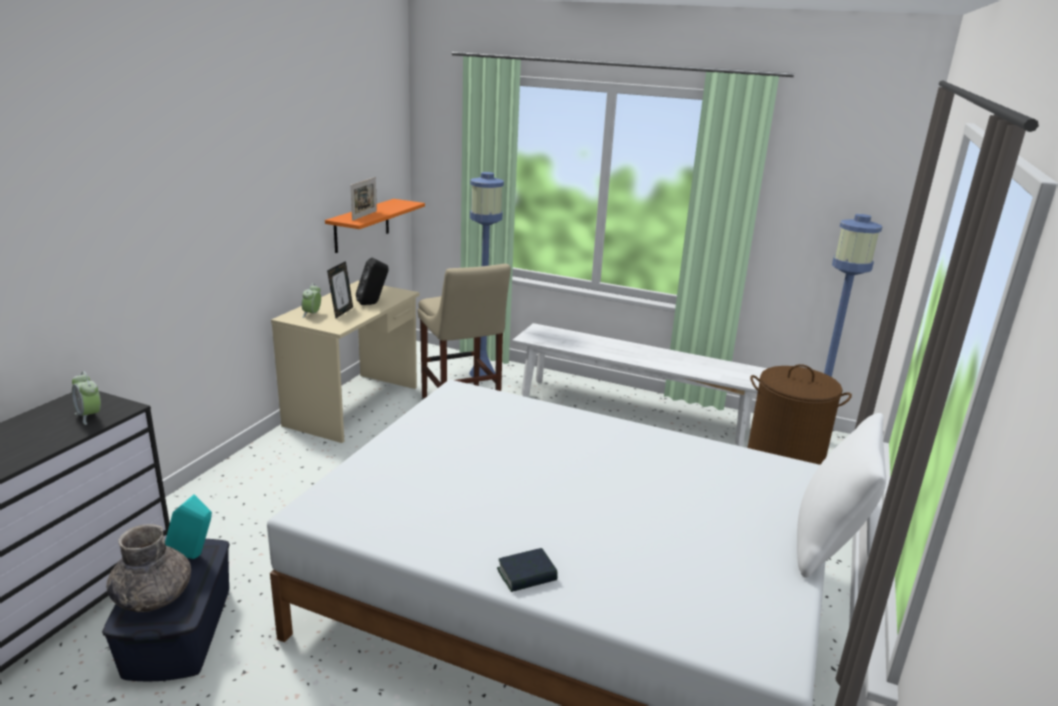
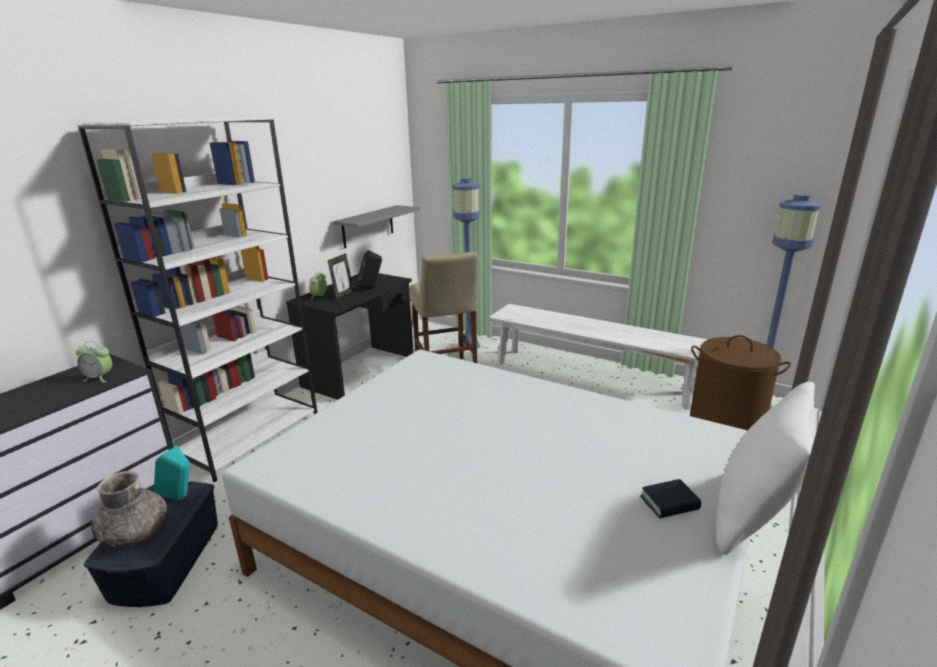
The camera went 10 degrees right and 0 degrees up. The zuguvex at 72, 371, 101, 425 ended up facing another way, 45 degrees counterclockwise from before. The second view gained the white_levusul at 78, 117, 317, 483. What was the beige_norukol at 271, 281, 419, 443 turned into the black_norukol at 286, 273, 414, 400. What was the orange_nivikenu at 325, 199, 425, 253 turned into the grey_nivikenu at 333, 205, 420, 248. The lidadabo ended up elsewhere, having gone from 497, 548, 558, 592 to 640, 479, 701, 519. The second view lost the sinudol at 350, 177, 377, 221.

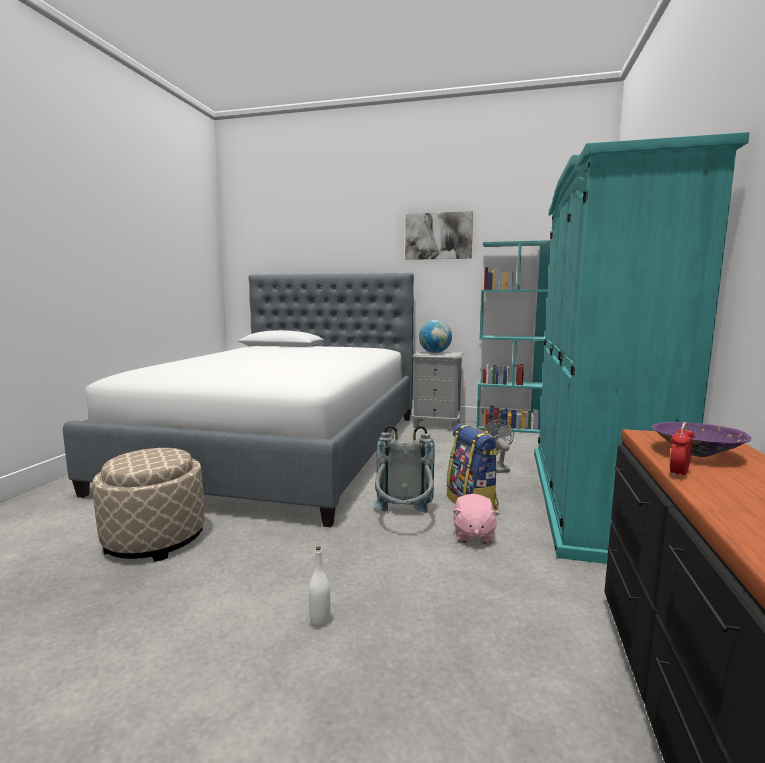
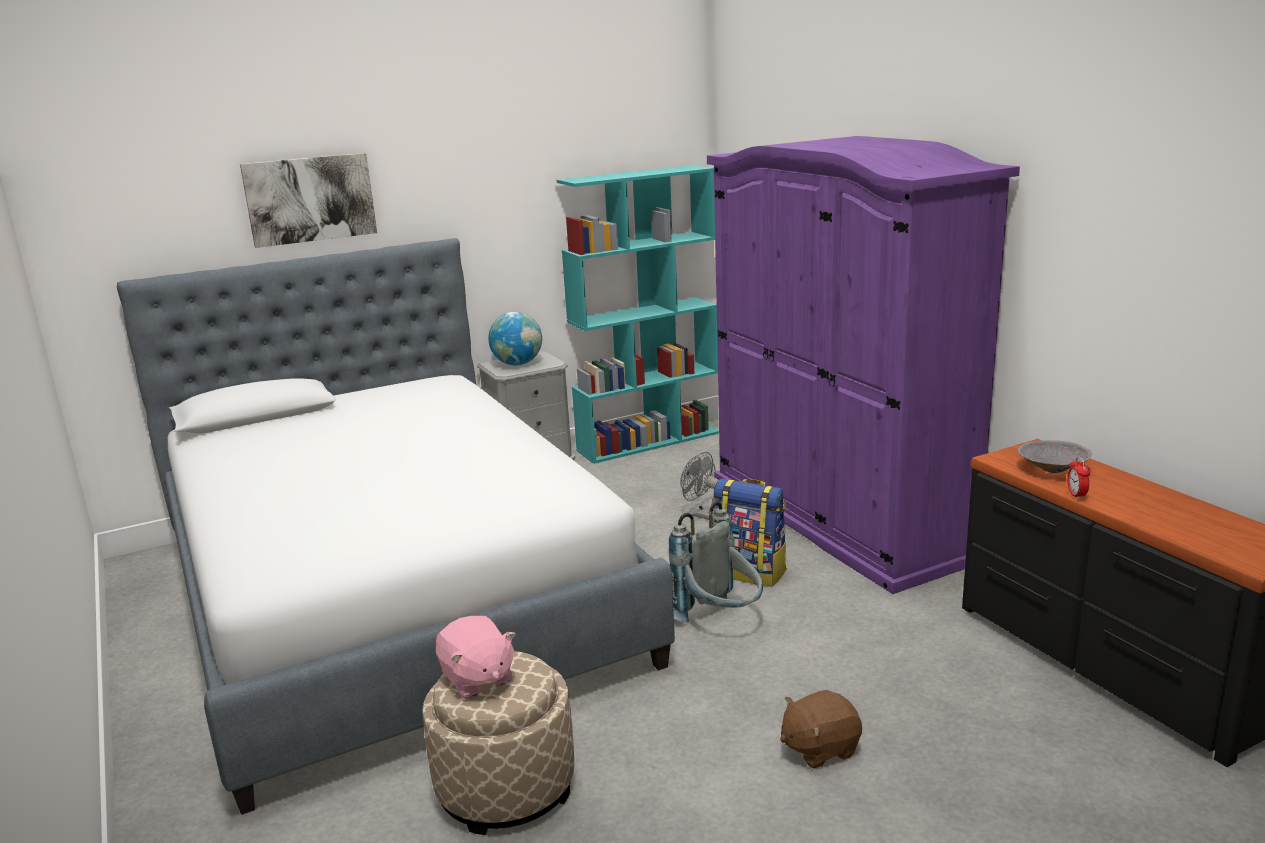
The camera went 40 degrees left and 10 degrees up. The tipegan ended up elsewhere, having gone from 405, 211, 473, 260 to 240, 153, 377, 248. The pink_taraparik ended up elsewhere, having gone from 452, 494, 500, 544 to 436, 616, 516, 699. What was the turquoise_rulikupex at 534, 132, 750, 564 turned into the purple_rulikupex at 707, 136, 1020, 594. Where the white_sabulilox stood at 309, 546, 330, 628, the brown_taraparik came to stand at 780, 690, 862, 769. What was the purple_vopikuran at 652, 422, 751, 457 turned into the grey_vopikuran at 1018, 440, 1092, 473.

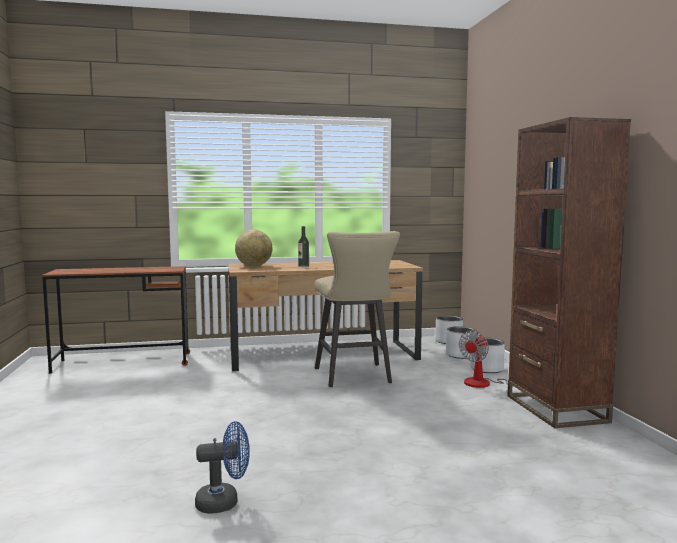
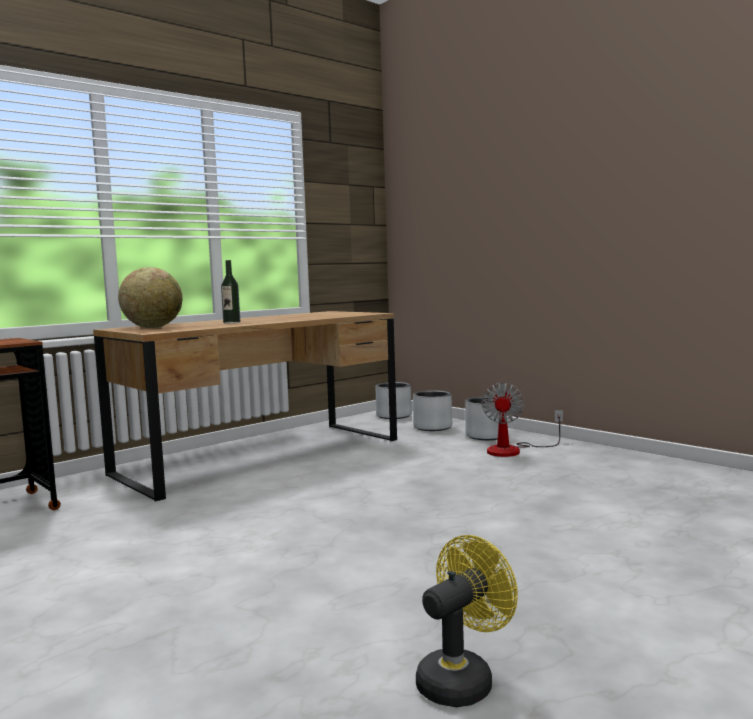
The camera went 30 degrees left and 0 degrees up. What was the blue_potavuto at 195, 421, 250, 514 turned into the yellow_potavuto at 416, 535, 518, 707. The second view lost the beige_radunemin at 315, 231, 400, 387. The second view lost the brown_levusul at 508, 117, 631, 428.

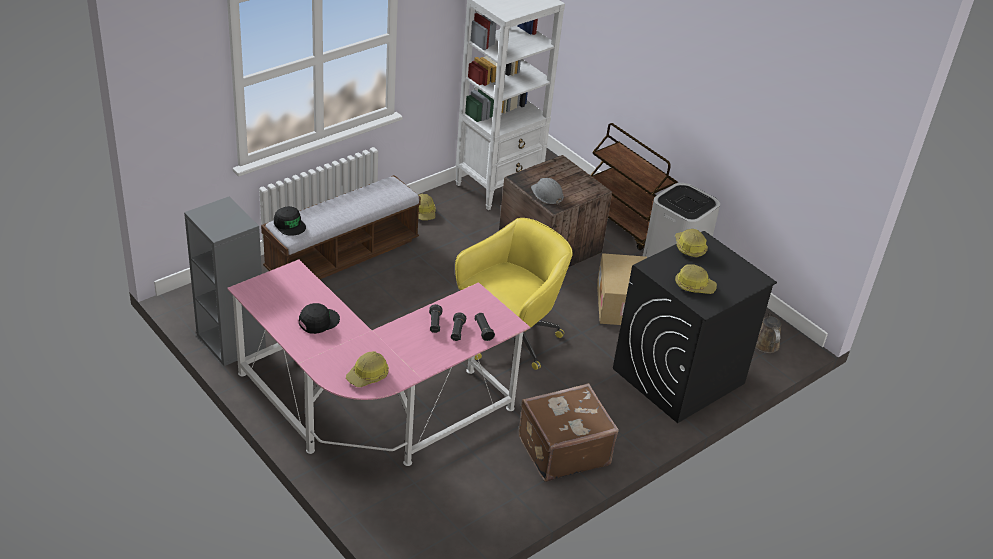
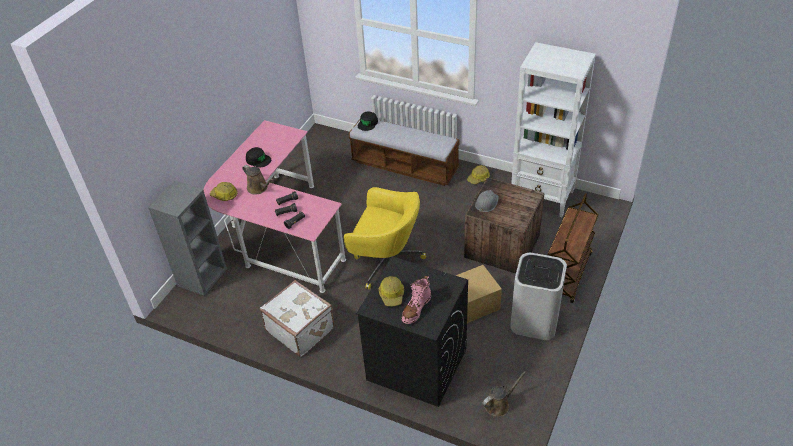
The camera went 70 degrees right and 5 degrees up. The grey_levusul ended up elsewhere, having gone from 184, 196, 266, 366 to 148, 181, 227, 296. The second view gained the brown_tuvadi at 242, 165, 273, 194. What was the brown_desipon at 519, 383, 619, 482 turned into the white_desipon at 260, 280, 334, 357. The second view gained the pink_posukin at 402, 276, 431, 324. The second view lost the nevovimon at 675, 229, 708, 258.

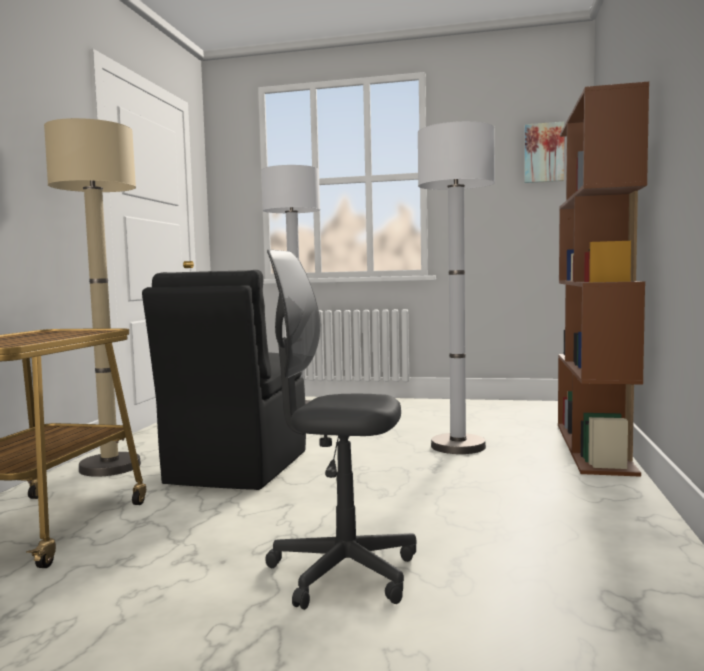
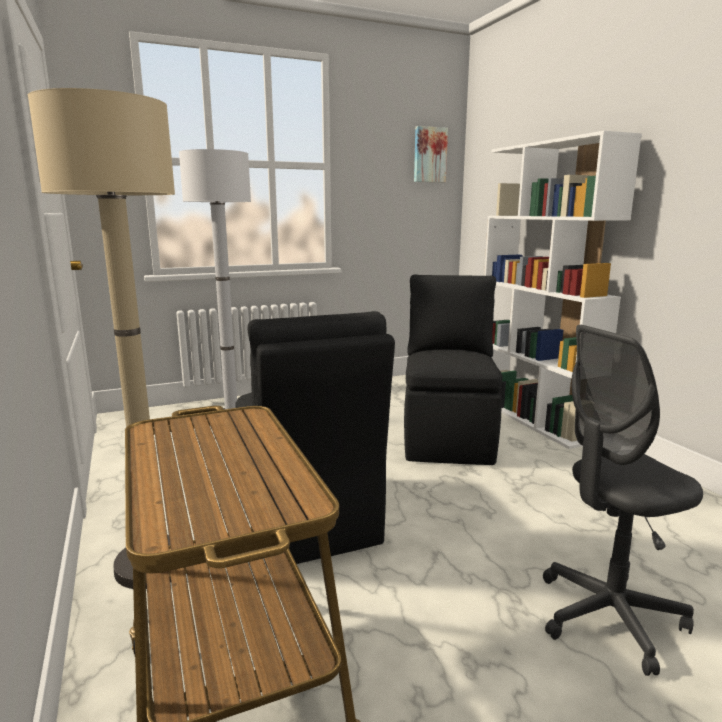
The camera went 35 degrees left and 10 degrees up. Where the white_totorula stood at 418, 121, 495, 454, the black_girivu came to stand at 404, 275, 502, 465. What was the brown_levusul at 558, 82, 649, 477 turned into the white_levusul at 484, 131, 642, 449.

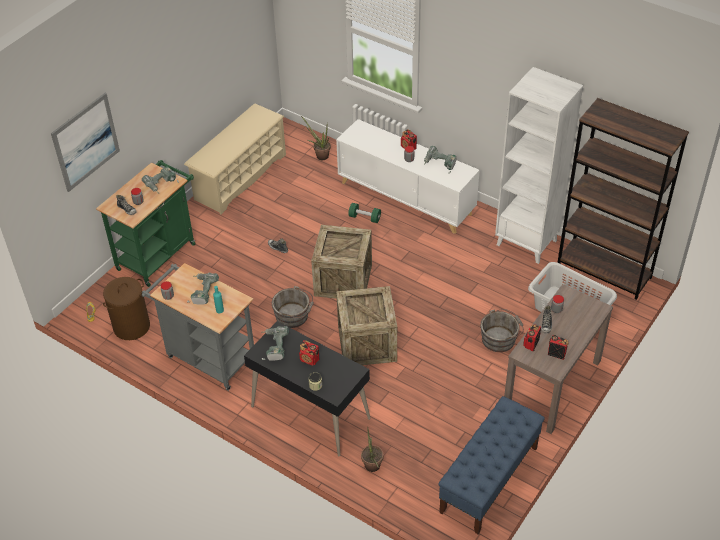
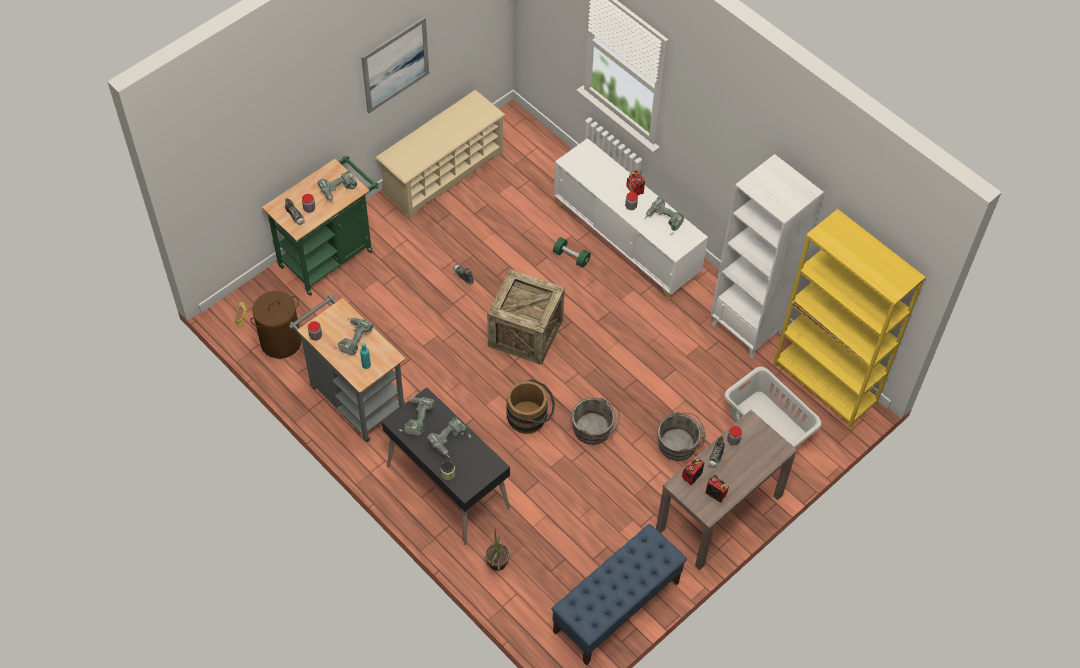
The camera went 10 degrees right and 10 degrees up. The tipegan ended up elsewhere, having gone from 51, 93, 120, 192 to 361, 17, 429, 113. Where the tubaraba stood at 299, 340, 319, 366, the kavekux came to stand at 427, 417, 471, 458. Where the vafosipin stood at 336, 286, 397, 365, the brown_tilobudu came to stand at 506, 379, 555, 434. The grey_tilobudu ended up elsewhere, having gone from 272, 286, 314, 328 to 571, 397, 620, 445. What was the brown_levusul at 557, 98, 689, 300 turned into the yellow_levusul at 773, 209, 926, 429. The second view lost the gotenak at 301, 116, 331, 160.

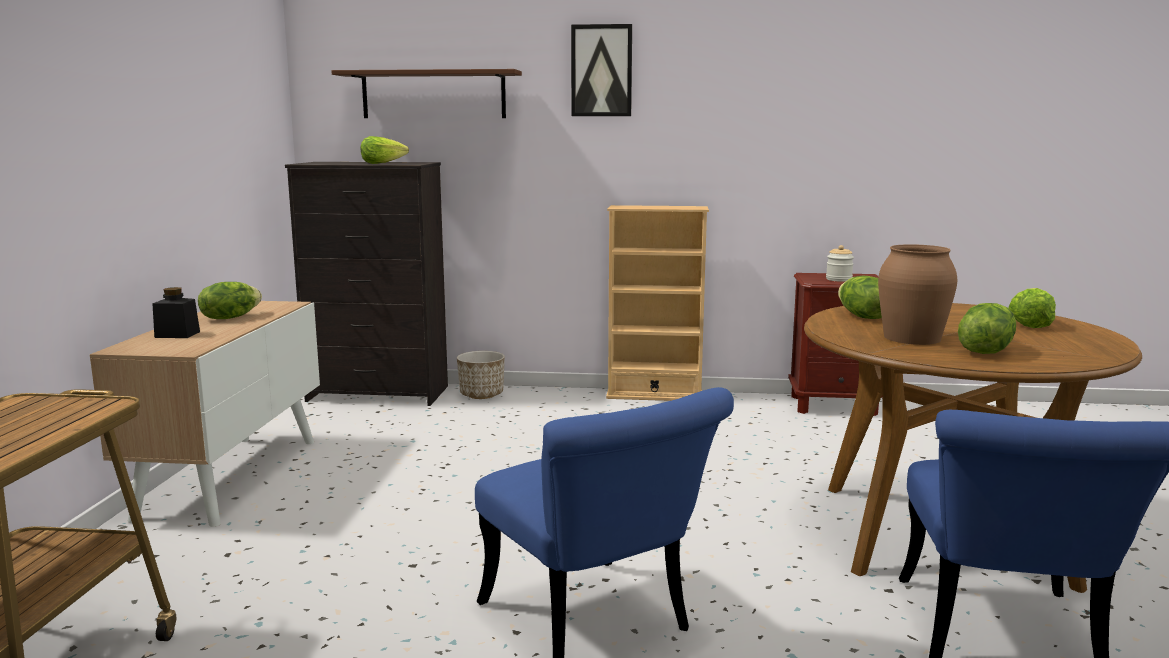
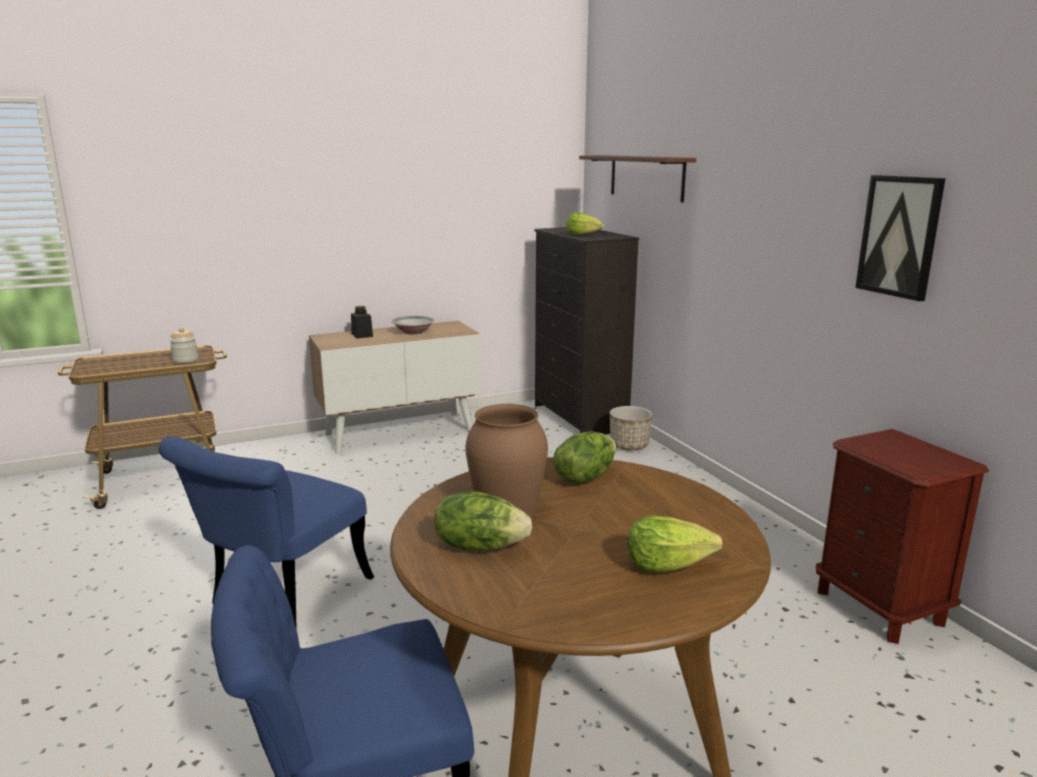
The camera went 60 degrees right and 5 degrees up. The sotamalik ended up elsewhere, having gone from 826, 245, 854, 282 to 169, 328, 198, 363. Where the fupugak stood at 198, 282, 262, 319, the vopikuran came to stand at 392, 316, 434, 334. The tipegan ended up elsewhere, having gone from 571, 24, 632, 116 to 855, 175, 946, 301. The second view lost the beige_levusul at 606, 205, 709, 401.

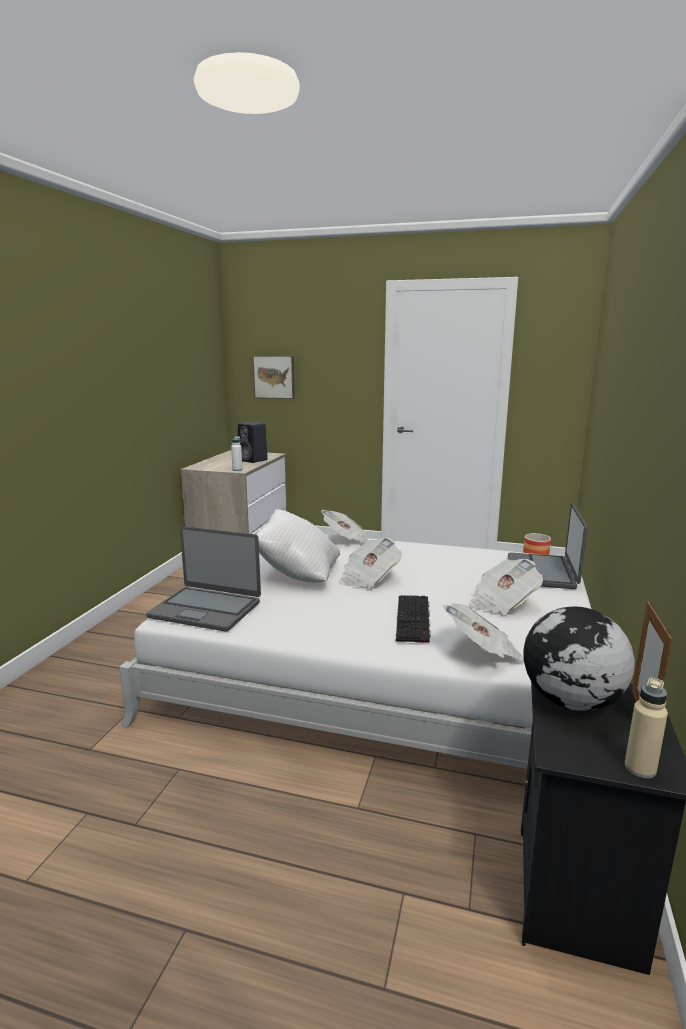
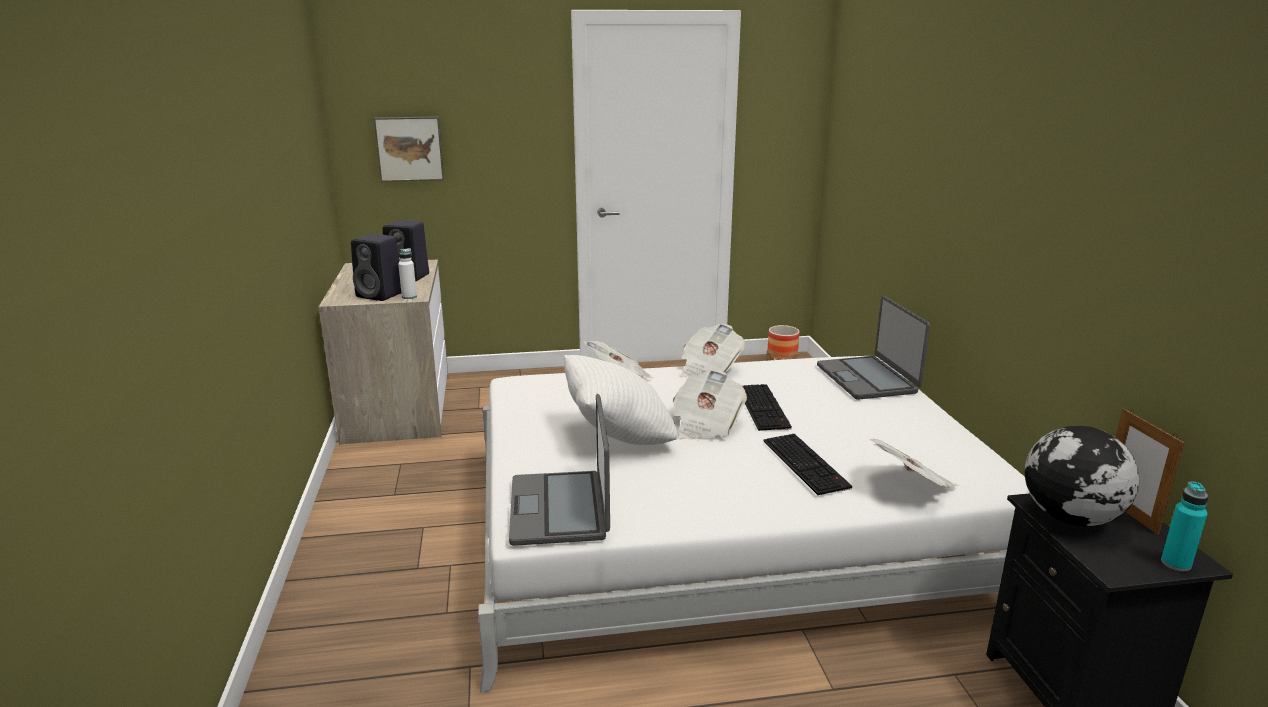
The camera went 25 degrees left and 5 degrees up. The second view gained the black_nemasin at 351, 234, 401, 301. The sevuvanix at 146, 526, 261, 632 ended up facing another way, 90 degrees clockwise from before. The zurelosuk ended up elsewhere, having gone from 469, 559, 543, 614 to 681, 324, 745, 378. The second view gained the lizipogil at 742, 384, 792, 431. What was the beige_sabulilox at 624, 677, 668, 779 turned into the turquoise_sabulilox at 1161, 481, 1208, 572.

